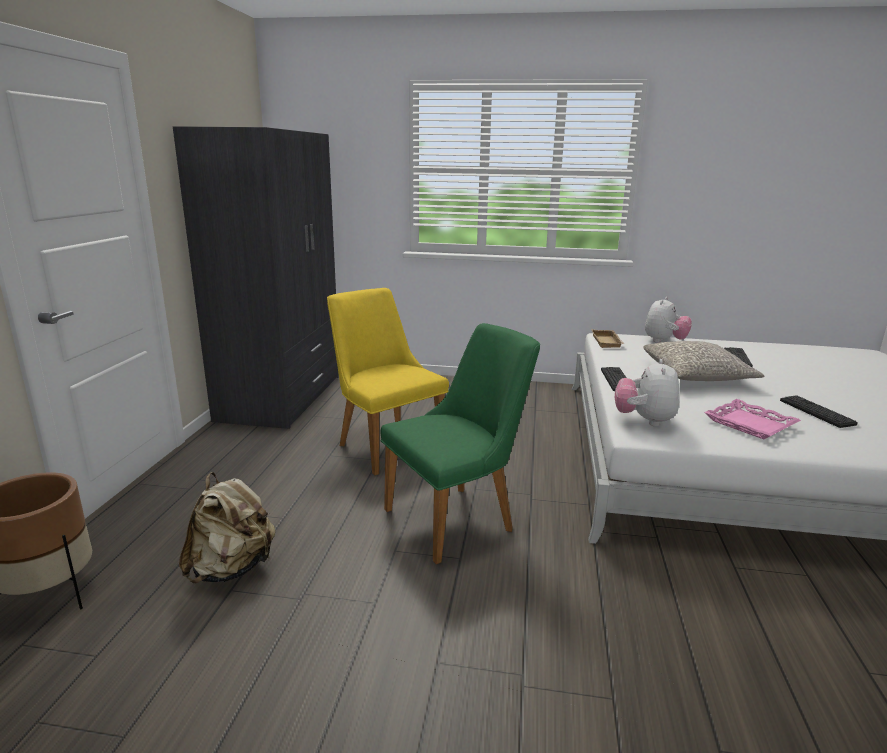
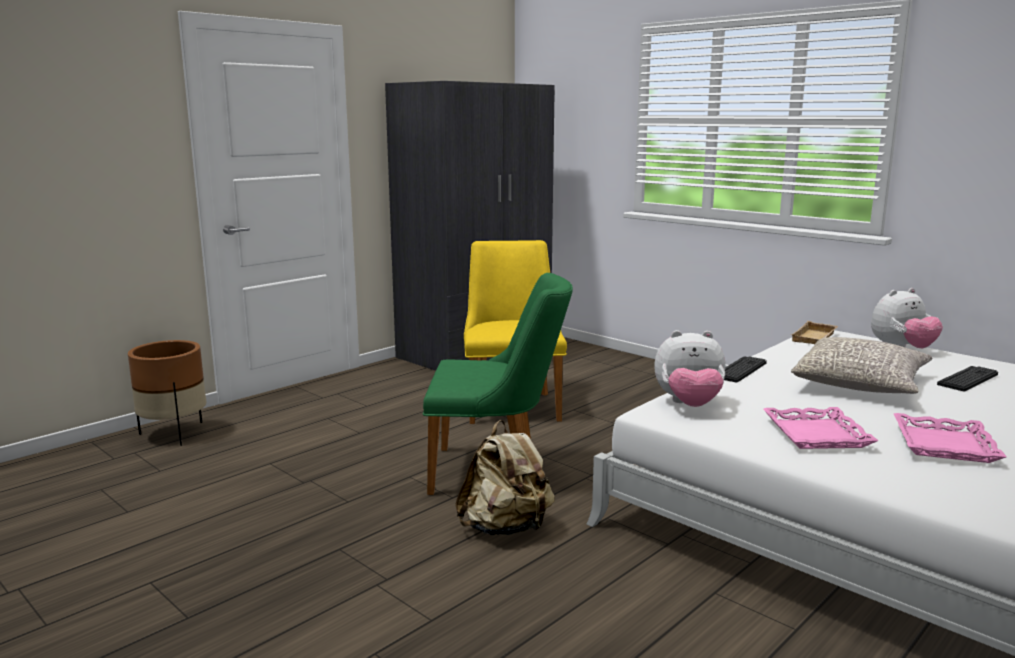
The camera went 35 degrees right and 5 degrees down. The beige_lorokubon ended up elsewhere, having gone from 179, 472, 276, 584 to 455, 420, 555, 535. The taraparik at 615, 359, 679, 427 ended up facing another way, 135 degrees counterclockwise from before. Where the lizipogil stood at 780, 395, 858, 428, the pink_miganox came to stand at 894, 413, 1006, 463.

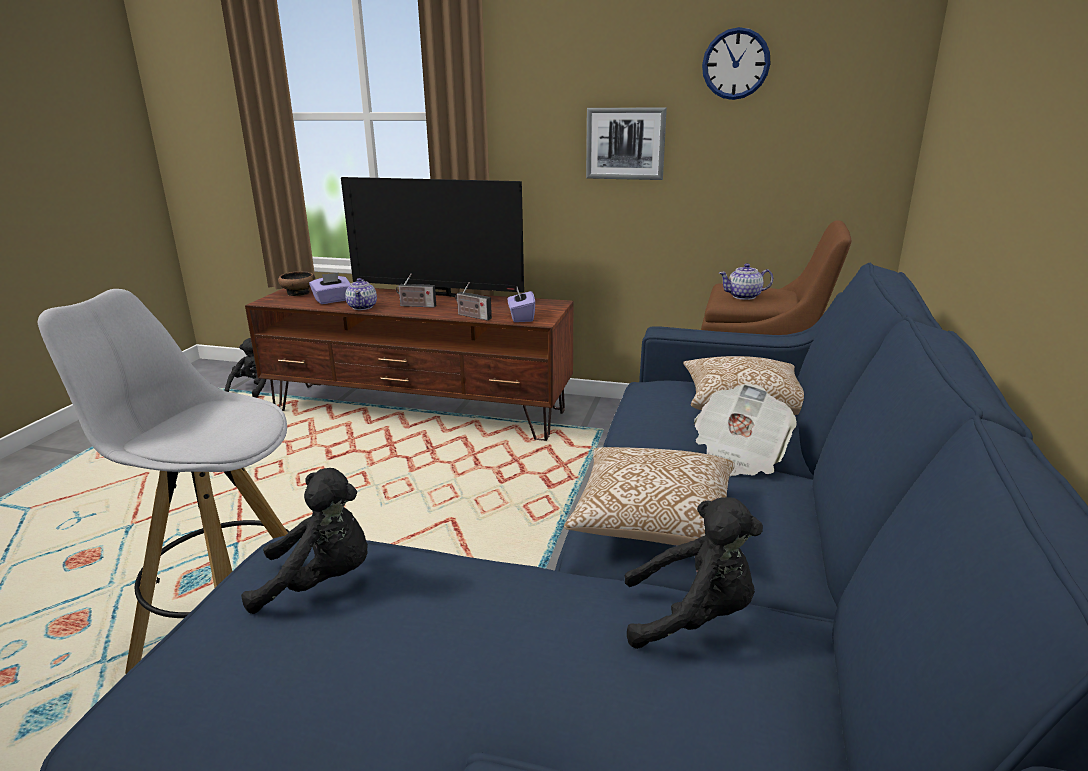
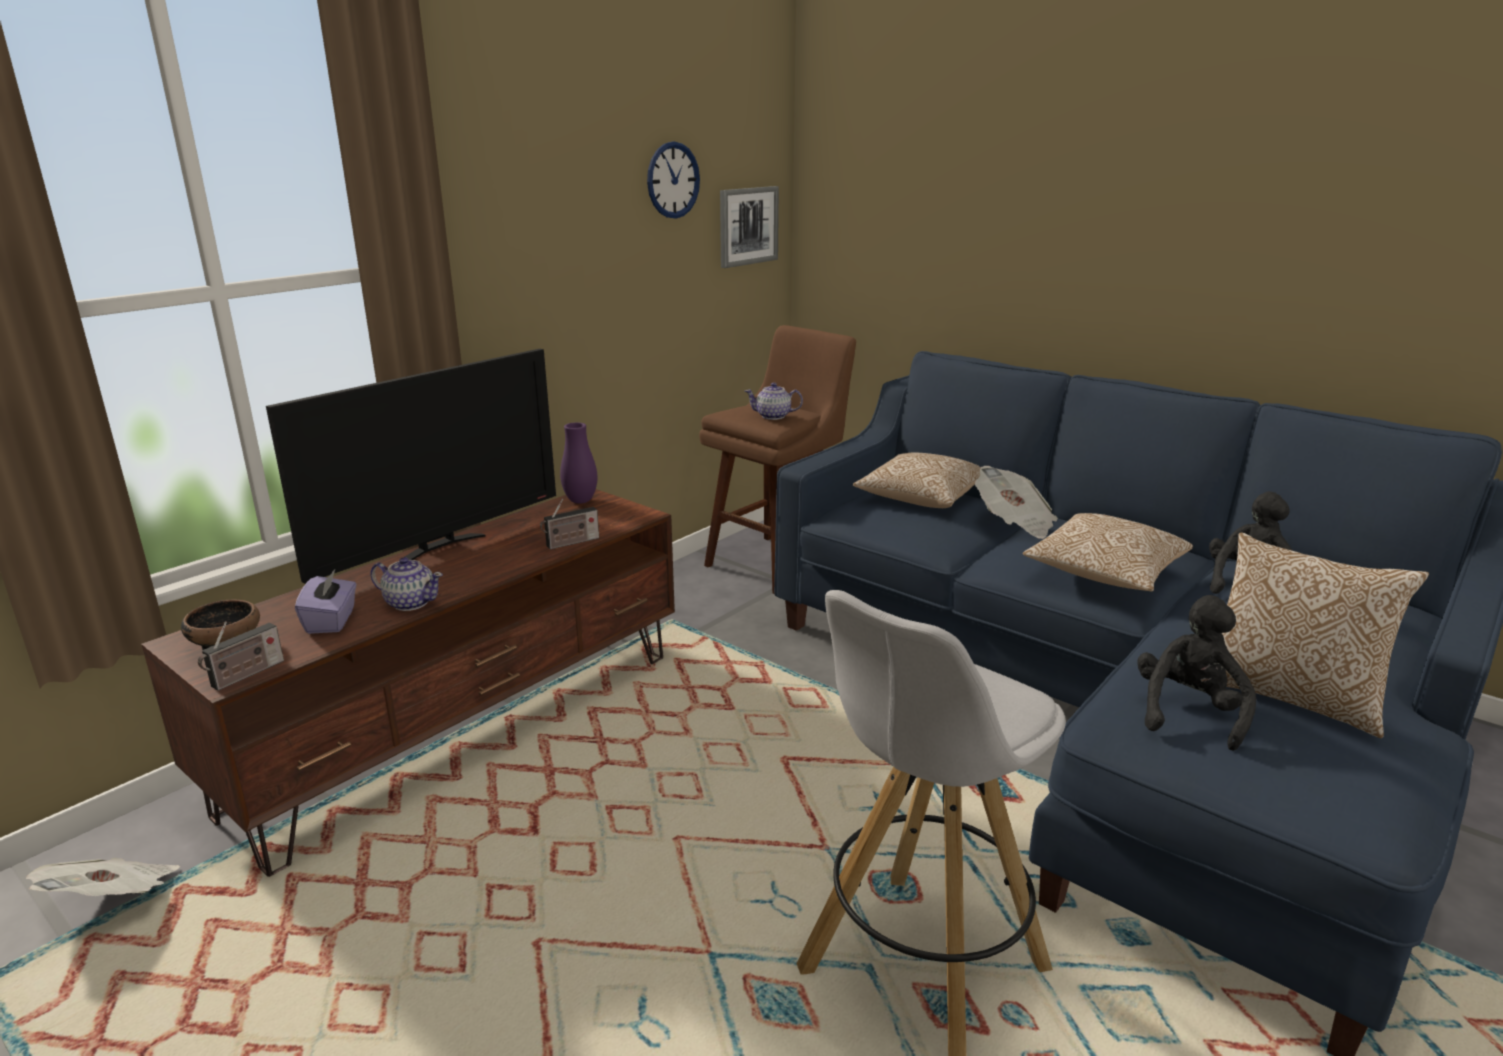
The camera went 65 degrees left and 0 degrees up. Where the black_taraparik stood at 224, 338, 267, 398, the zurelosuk came to stand at 26, 858, 180, 896. The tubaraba ended up elsewhere, having gone from 396, 274, 436, 308 to 198, 622, 284, 691. The second view gained the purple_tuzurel at 560, 422, 597, 504. The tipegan ended up elsewhere, having gone from 586, 108, 667, 180 to 720, 186, 779, 268. The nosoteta at 719, 263, 773, 300 ended up facing another way, 75 degrees clockwise from before. The second view gained the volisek at 1222, 533, 1429, 738. The second view lost the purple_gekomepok at 508, 287, 535, 322.

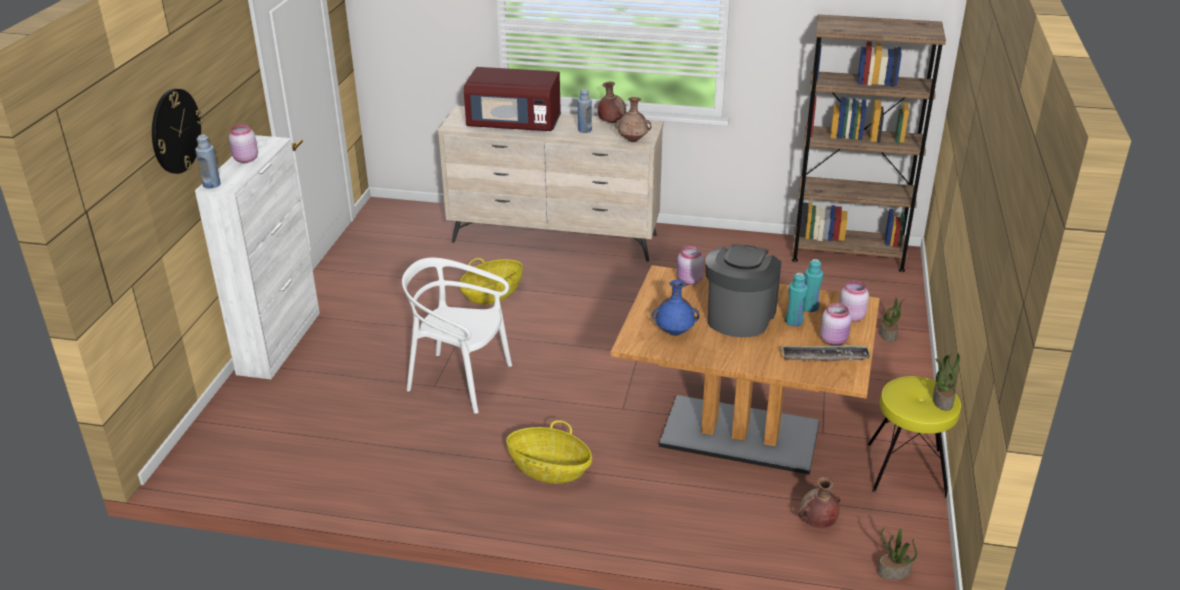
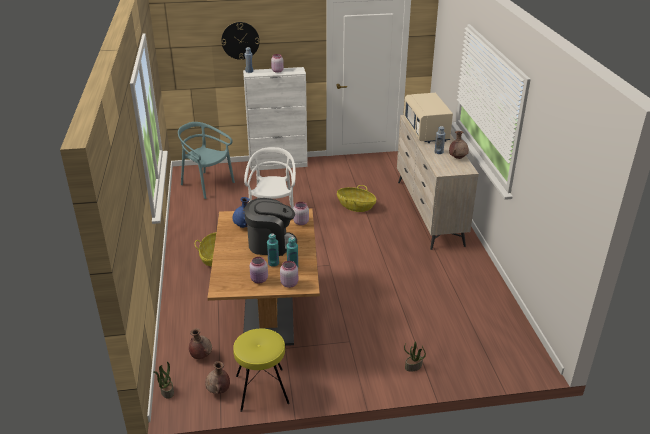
The camera went 70 degrees right and 0 degrees up. The second view gained the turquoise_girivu at 178, 122, 235, 199. The brown_tuzurel ended up elsewhere, having gone from 615, 97, 651, 142 to 205, 361, 230, 394. What was the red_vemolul at 464, 67, 561, 131 turned into the beige_vemolul at 404, 93, 453, 143. The second view lost the miganox at 781, 345, 871, 361. The second view lost the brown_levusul at 792, 14, 946, 272. The second view lost the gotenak at 933, 353, 960, 411.

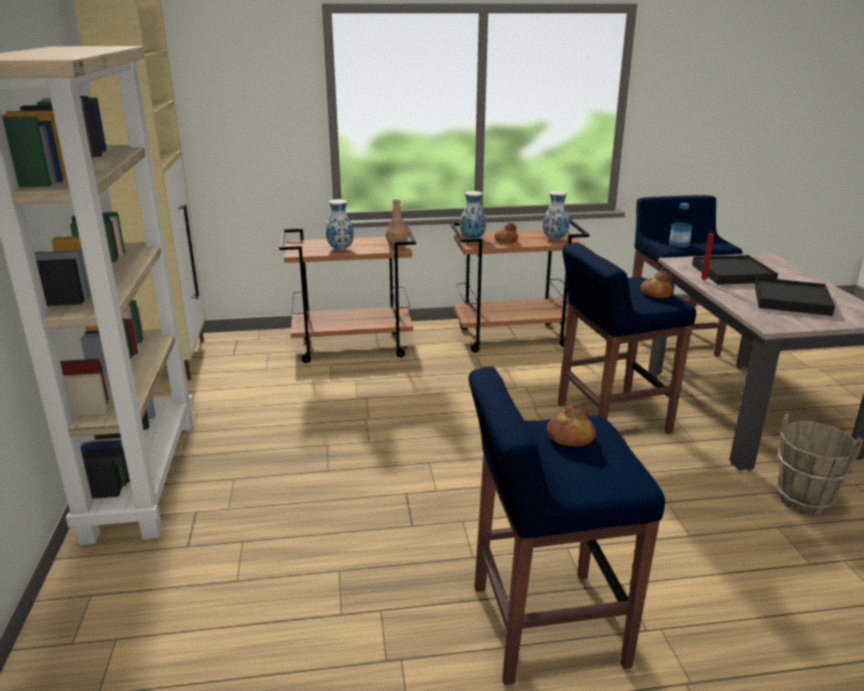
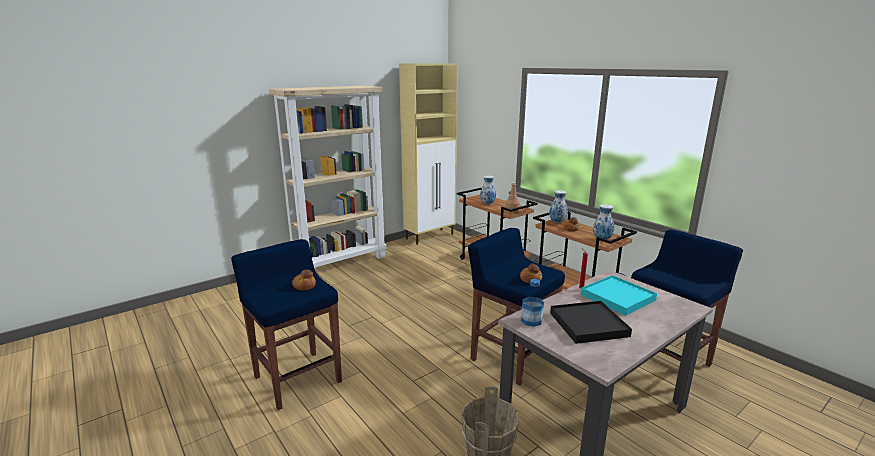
The camera went 60 degrees right and 5 degrees down. The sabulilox ended up elsewhere, having gone from 669, 203, 692, 247 to 521, 279, 544, 327. What was the black_miganox at 692, 255, 778, 285 turned into the turquoise_miganox at 580, 275, 657, 316.

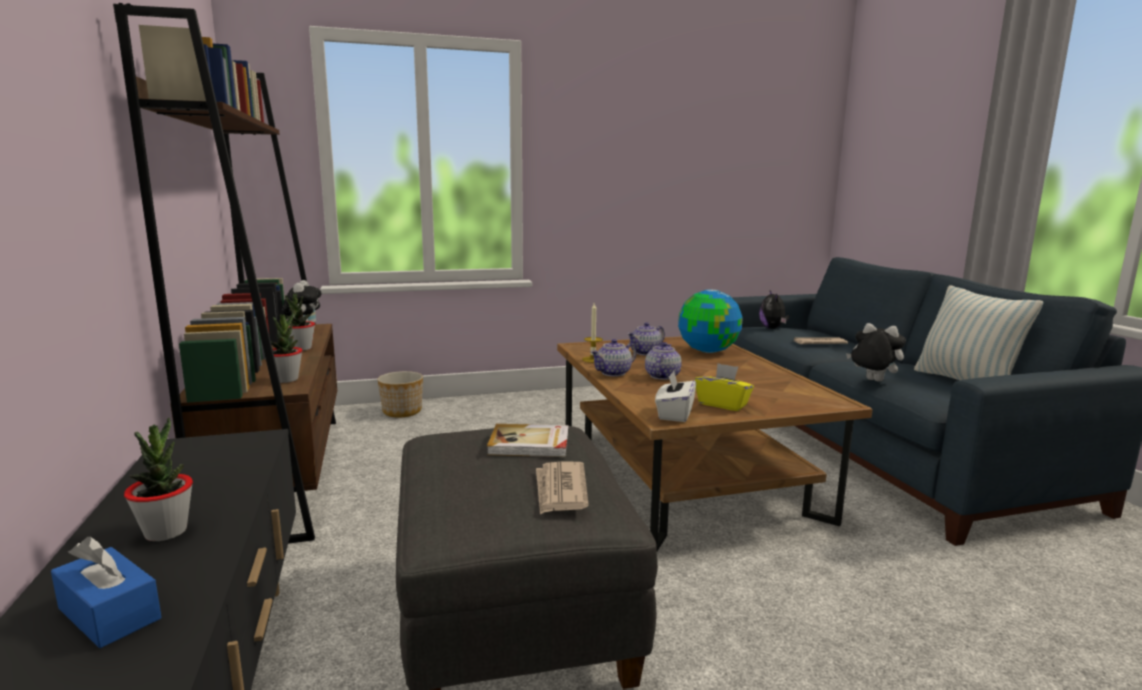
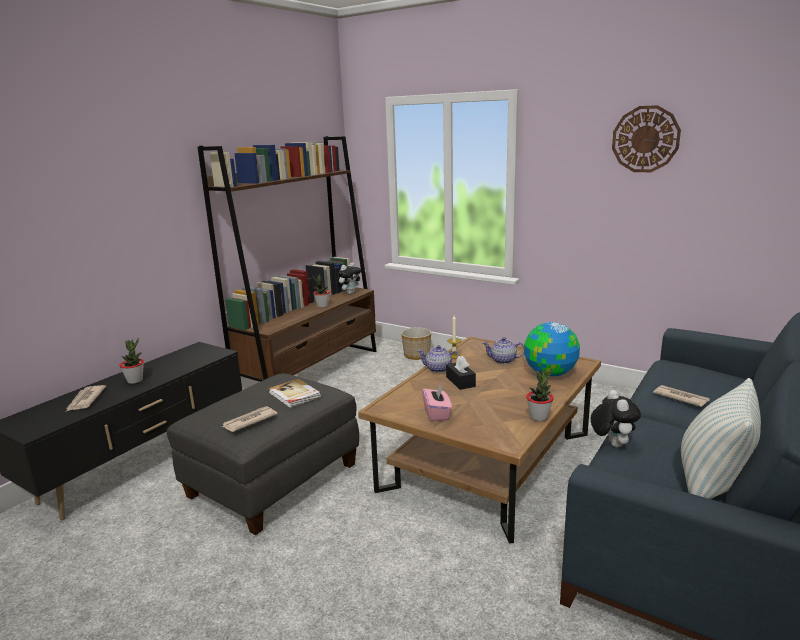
The camera went 50 degrees right and 5 degrees up. Where the blue_gekomepok stood at 51, 537, 161, 648, the zurelosuk came to stand at 66, 385, 106, 411. What was the yellow_gekomepok at 695, 363, 754, 411 turned into the pink_gekomepok at 422, 384, 452, 422. Where the nosoteta stood at 645, 342, 682, 380, the black_gekomepok came to stand at 446, 356, 476, 390. The gotenak ended up elsewhere, having gone from 271, 312, 302, 383 to 526, 369, 554, 421. The second view gained the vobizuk at 612, 105, 681, 172. The second view lost the white_gekomepok at 655, 371, 696, 422. The second view lost the taraparik at 759, 291, 790, 329.

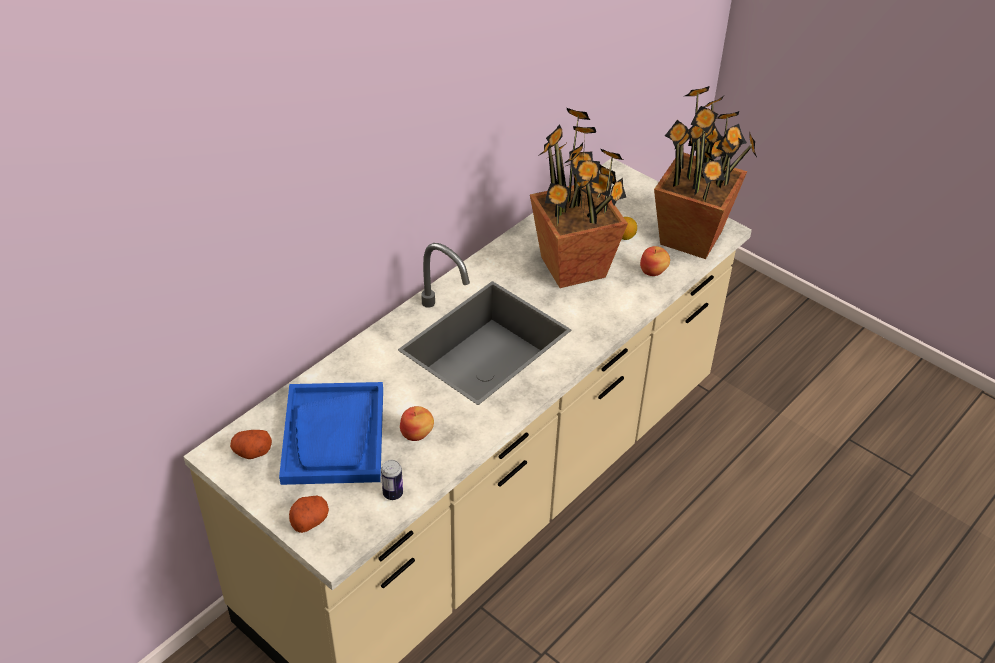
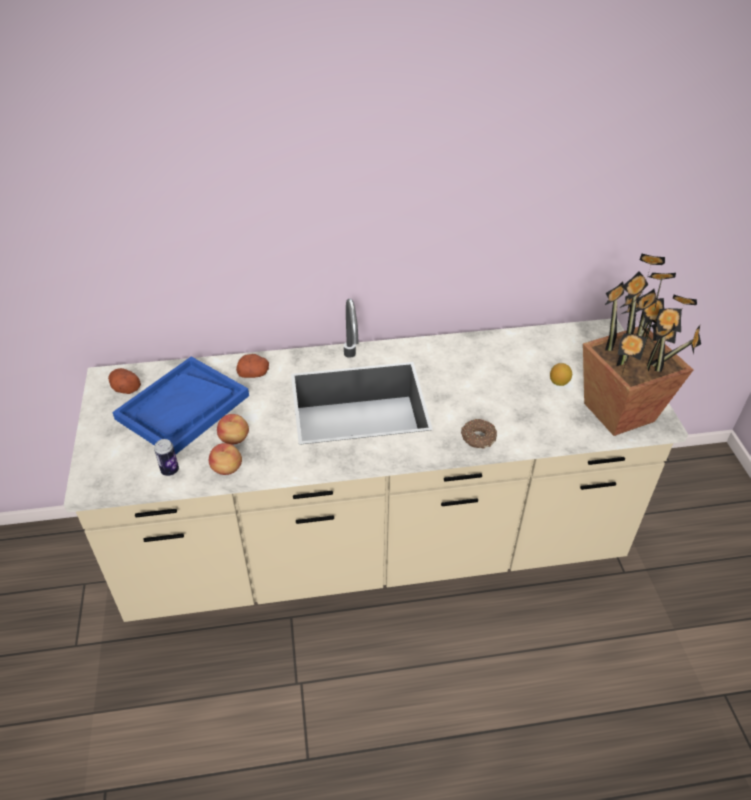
The camera went 40 degrees right and 0 degrees up. The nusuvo ended up elsewhere, having gone from 640, 246, 670, 276 to 209, 443, 242, 475. The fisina ended up elsewhere, having gone from 289, 496, 329, 533 to 236, 354, 269, 378. The second view gained the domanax at 461, 419, 497, 449. The second view lost the gotenak at 530, 108, 628, 288.

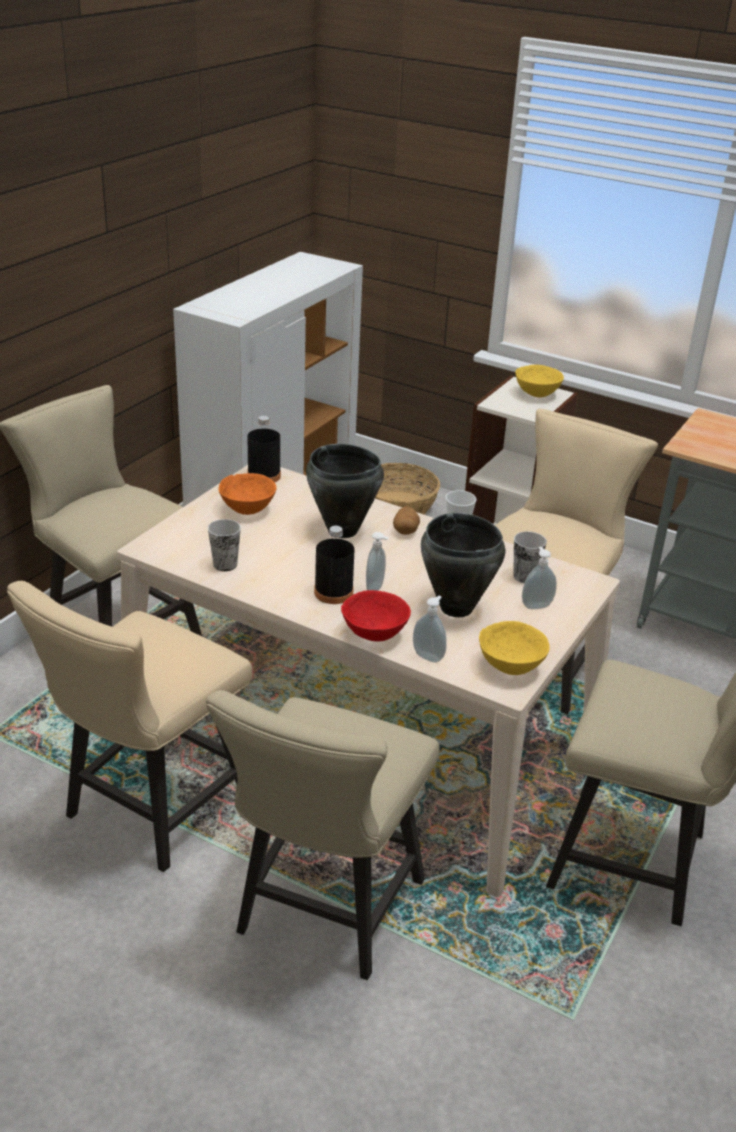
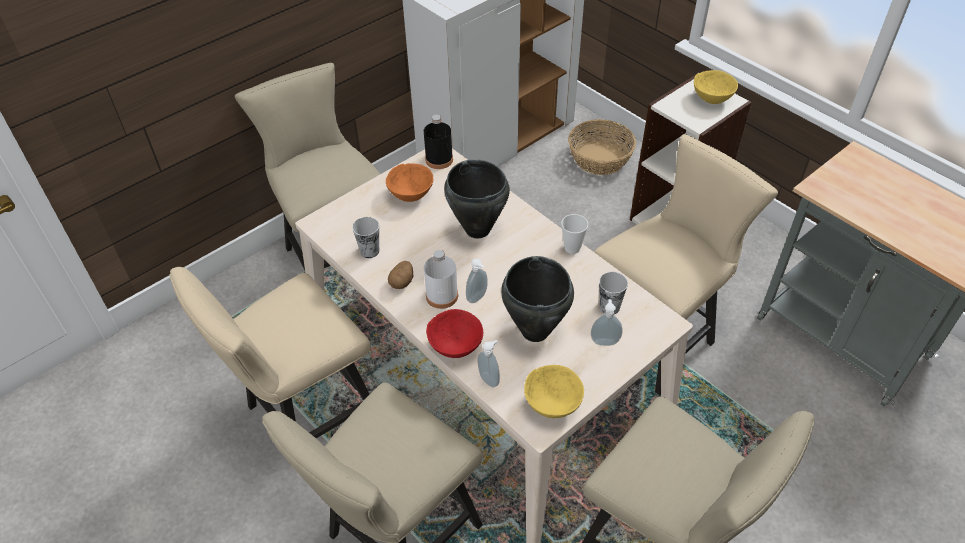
The camera went 20 degrees right and 15 degrees up. The fisina ended up elsewhere, having gone from 393, 507, 420, 535 to 388, 261, 413, 289. What was the black_sabulilox at 314, 526, 355, 604 turned into the white_sabulilox at 424, 250, 458, 309.

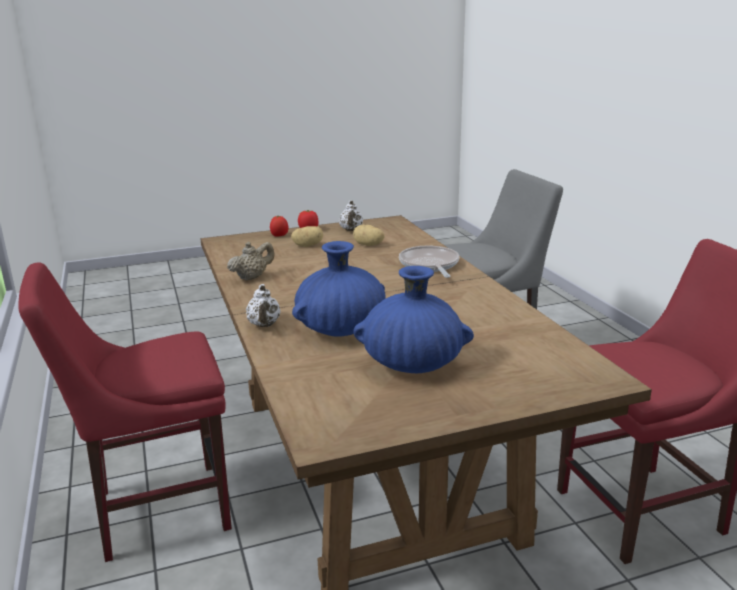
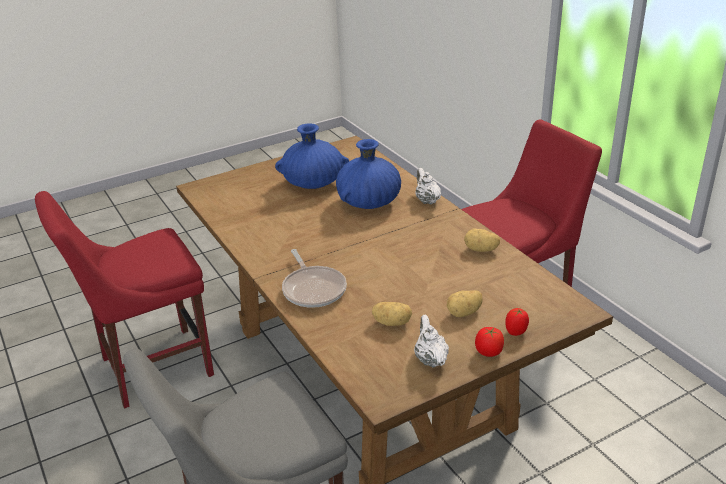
The camera went 170 degrees right and 10 degrees up. Where the beige_nosoteta stood at 227, 242, 275, 281, the fisina came to stand at 464, 229, 500, 252.

